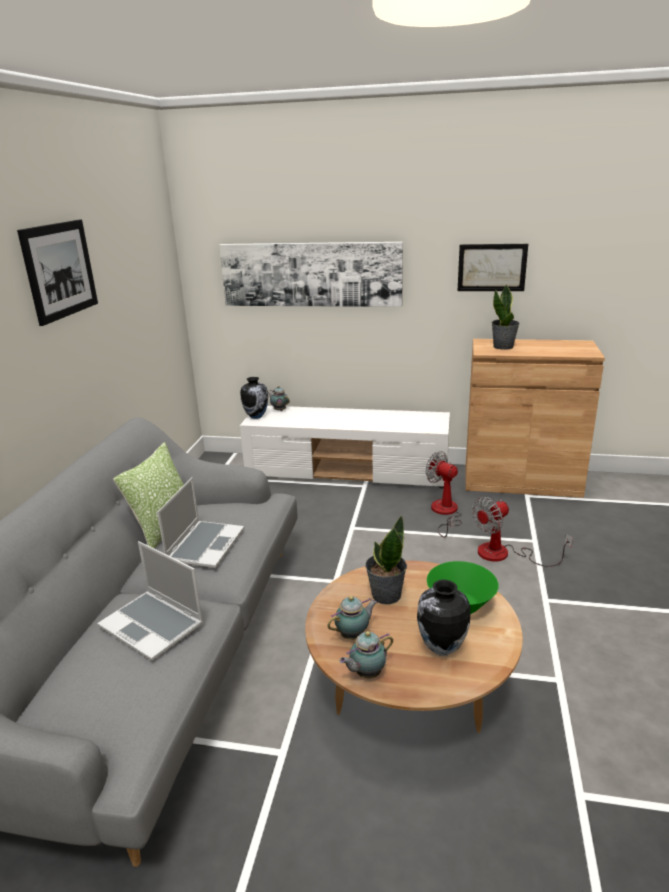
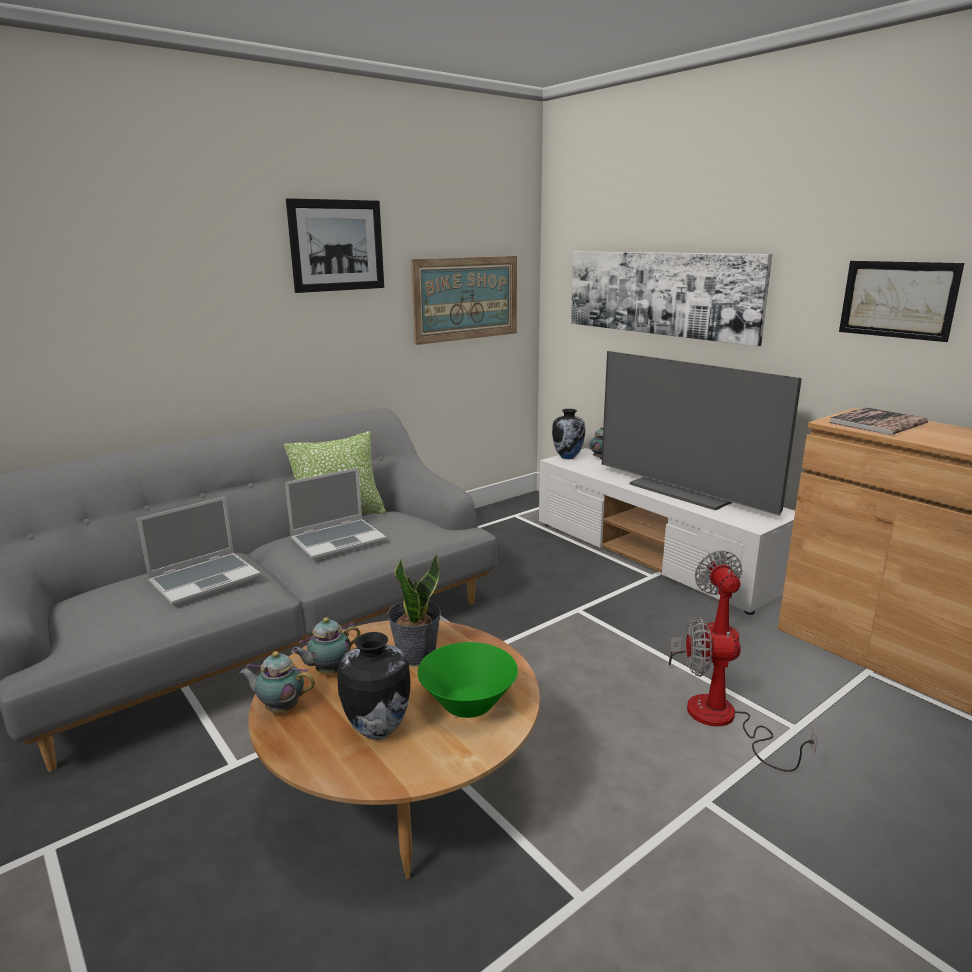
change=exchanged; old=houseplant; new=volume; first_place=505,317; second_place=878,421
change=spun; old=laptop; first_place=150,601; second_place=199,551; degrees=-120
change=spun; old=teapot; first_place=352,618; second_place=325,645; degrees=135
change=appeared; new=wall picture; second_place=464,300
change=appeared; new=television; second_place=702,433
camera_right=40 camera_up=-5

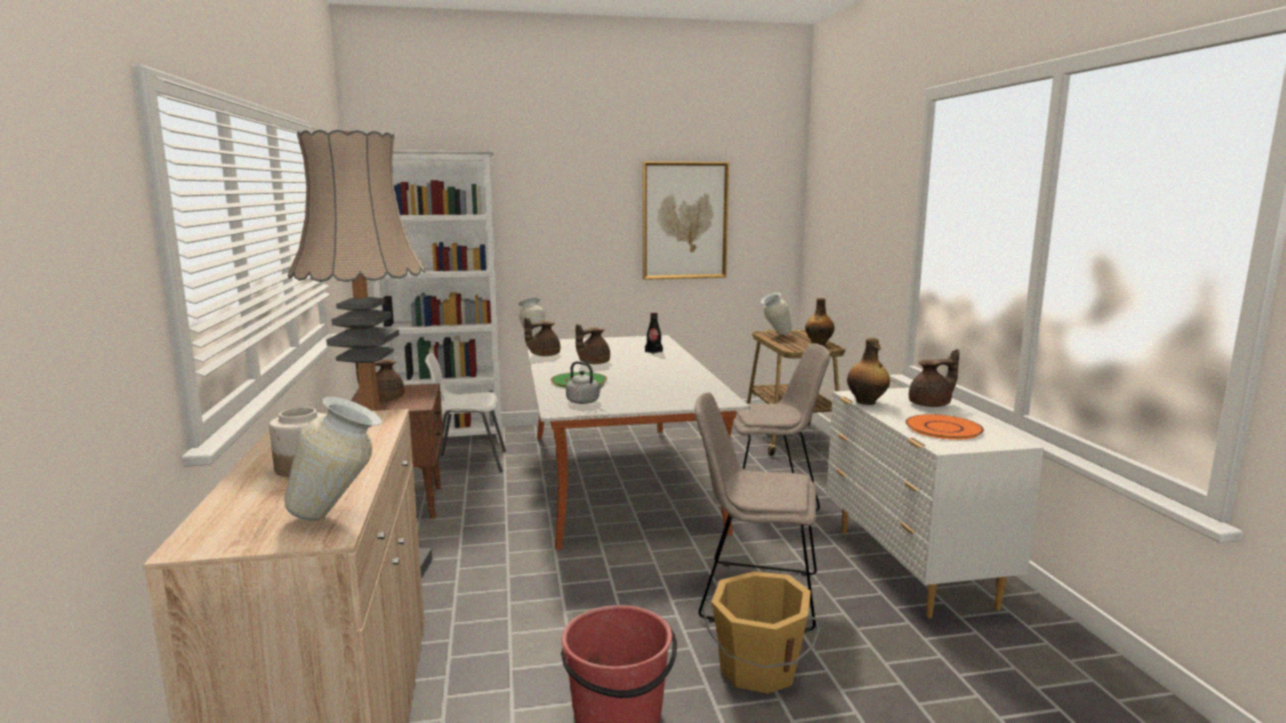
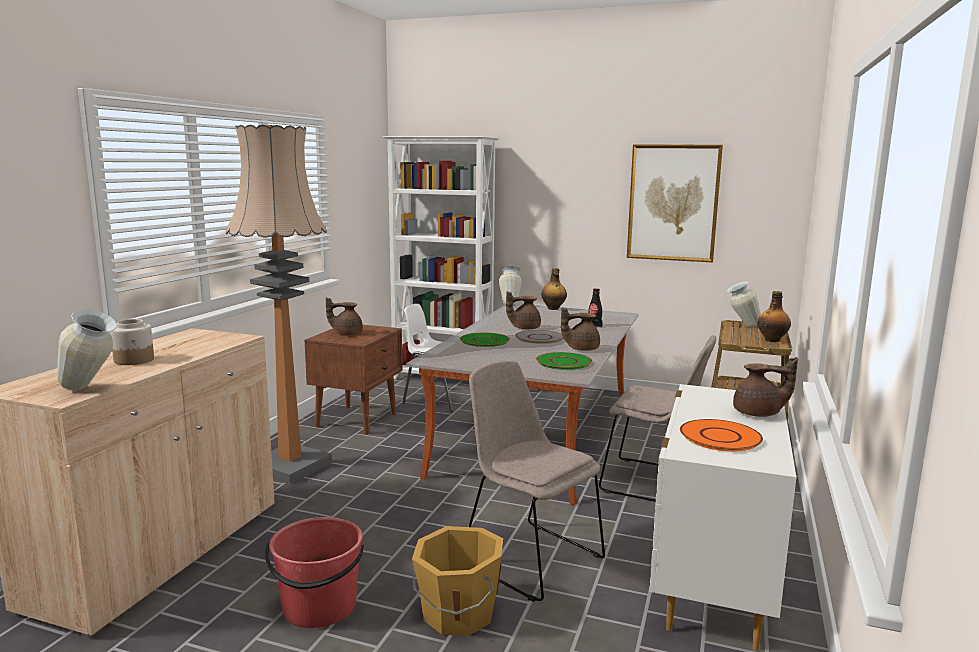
change=relocated; old=brown-coloured teapot; first_place=542,337; second_place=580,329
change=relocated; old=bottle; first_place=868,371; second_place=554,289
change=missing; old=grey water kettle; first_place=585,382
change=appeared; new=grey dinner plate; second_place=539,337
change=appeared; new=greenish dinner plate; second_place=564,361
camera_right=30 camera_up=0

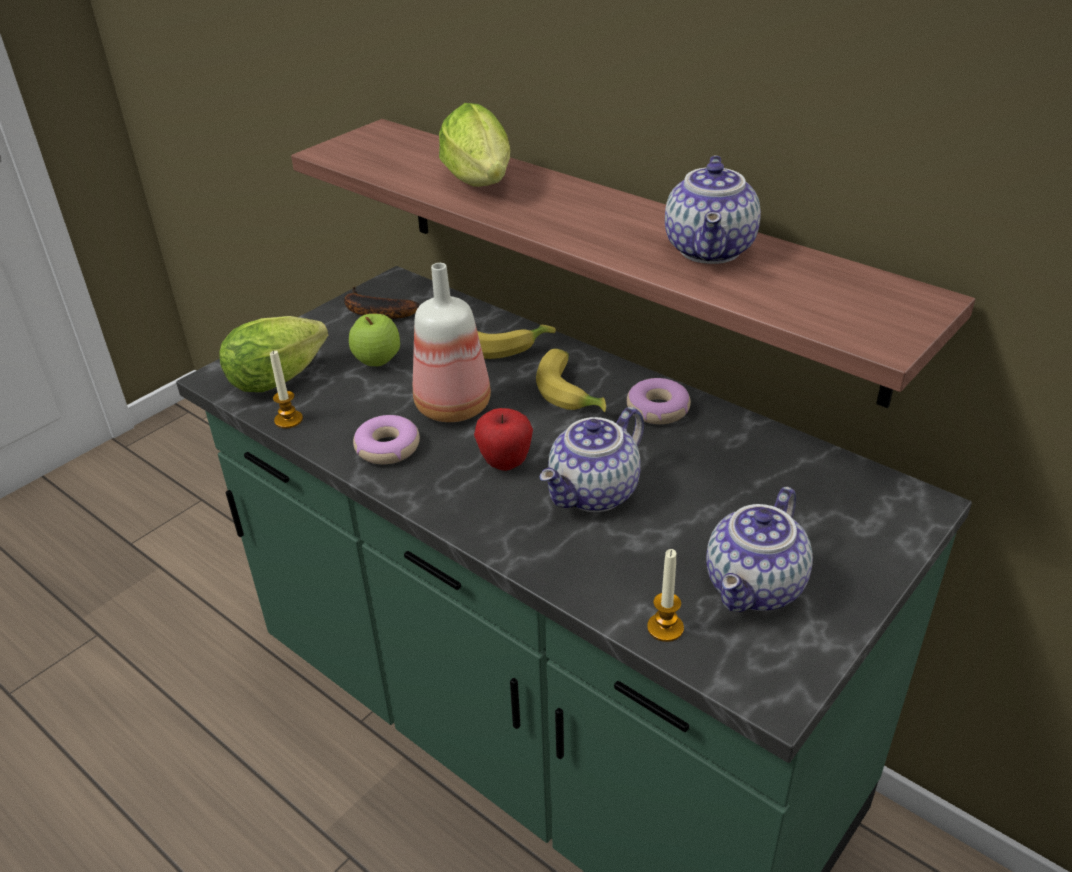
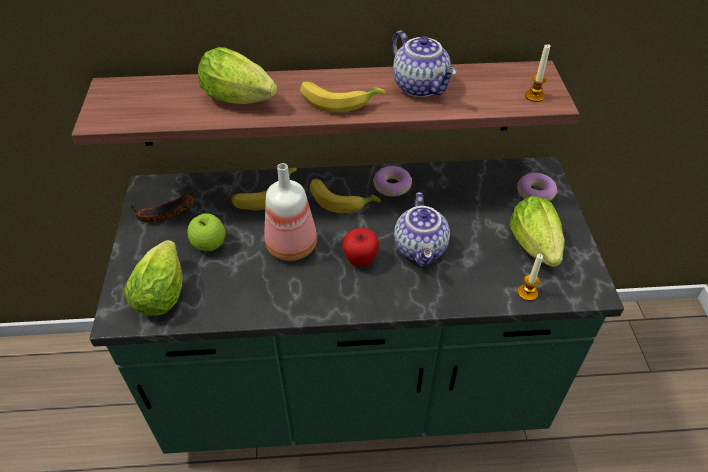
change=relocated; old=candle; first_place=286,389; second_place=537,73
change=relocated; old=ring doughnut; first_place=386,439; second_place=537,187
change=exchanged; old=teapot; new=lettuce; first_place=759,549; second_place=537,231
change=appeared; new=whole banana; second_place=343,97
camera_right=-45 camera_up=10

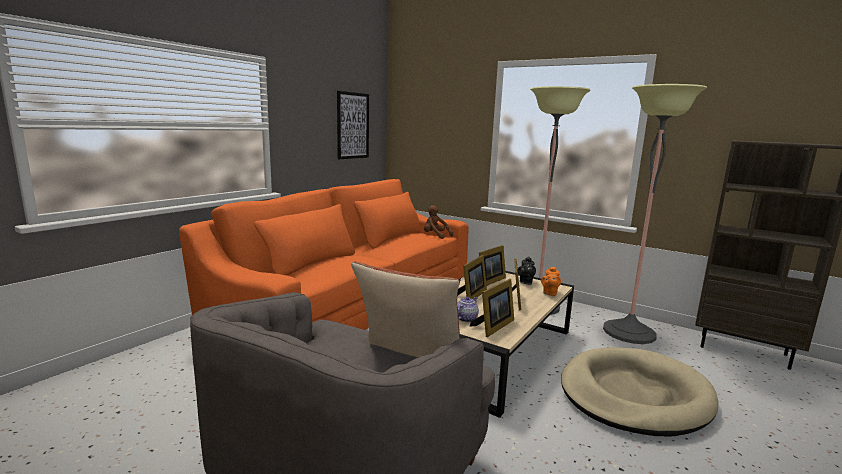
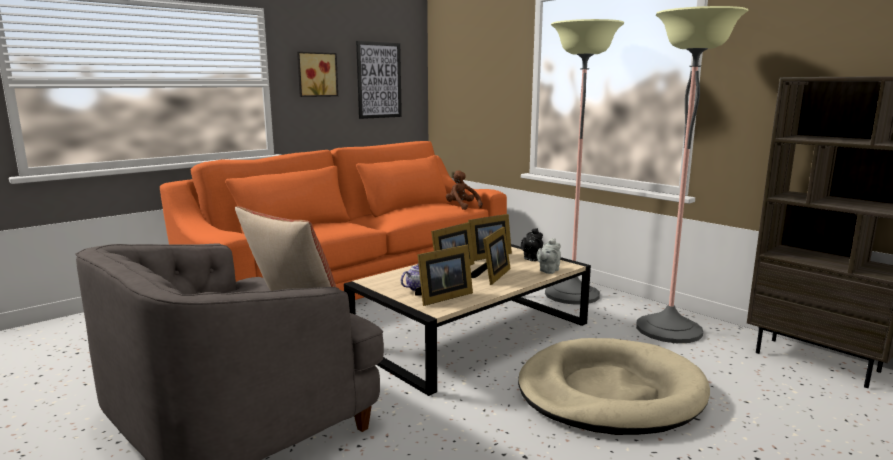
change=colour; old=orange-coloured teapot; new=grey teapot; first_place=551,281; second_place=549,256
change=appeared; new=wall picture; second_place=317,74
camera_right=15 camera_up=0

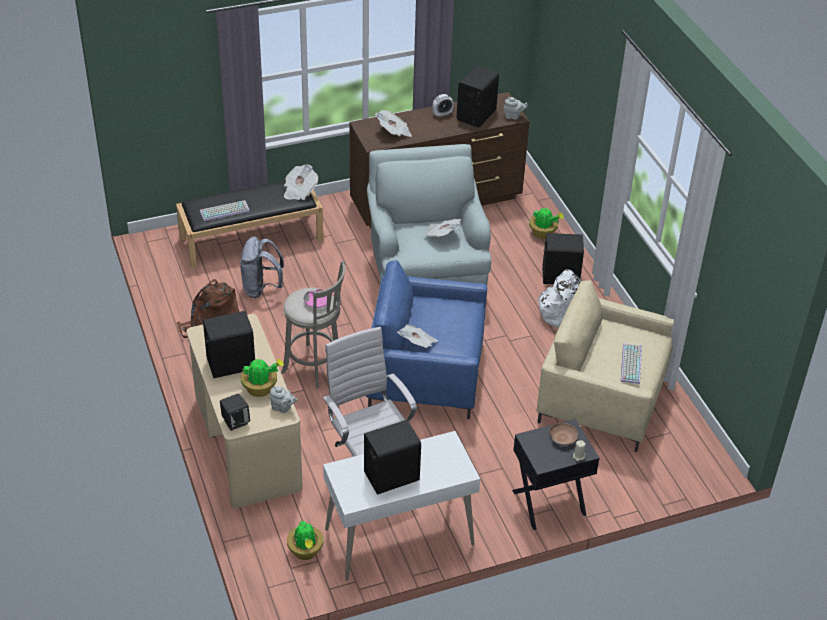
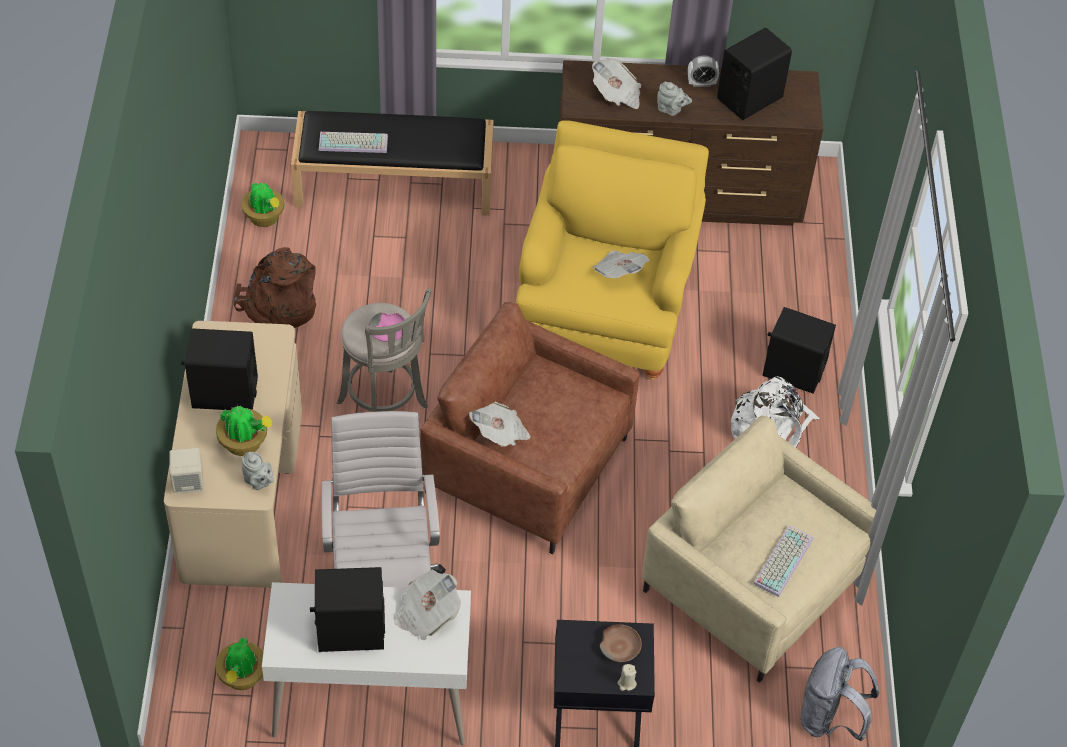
change=relocated; old=grey teapot; first_place=516,108; second_place=674,99
change=colour; old=grey easy chair; new=yellow-coloured easy chair; first_place=429,214; second_place=612,249
change=relocated; old=newspaper; first_place=301,182; second_place=427,605
change=relocated; old=houseplant; first_place=546,223; second_place=262,205
change=relocated; old=grey knapsack; first_place=262,267; second_place=840,694
change=colour; old=bluish easy chair; new=brown-coloured easy chair; first_place=426,339; second_place=530,428
change=colour; old=blackish loudspeaker; new=sand-coloured loudspeaker; first_place=235,412; second_place=186,471
camera_right=20 camera_up=10

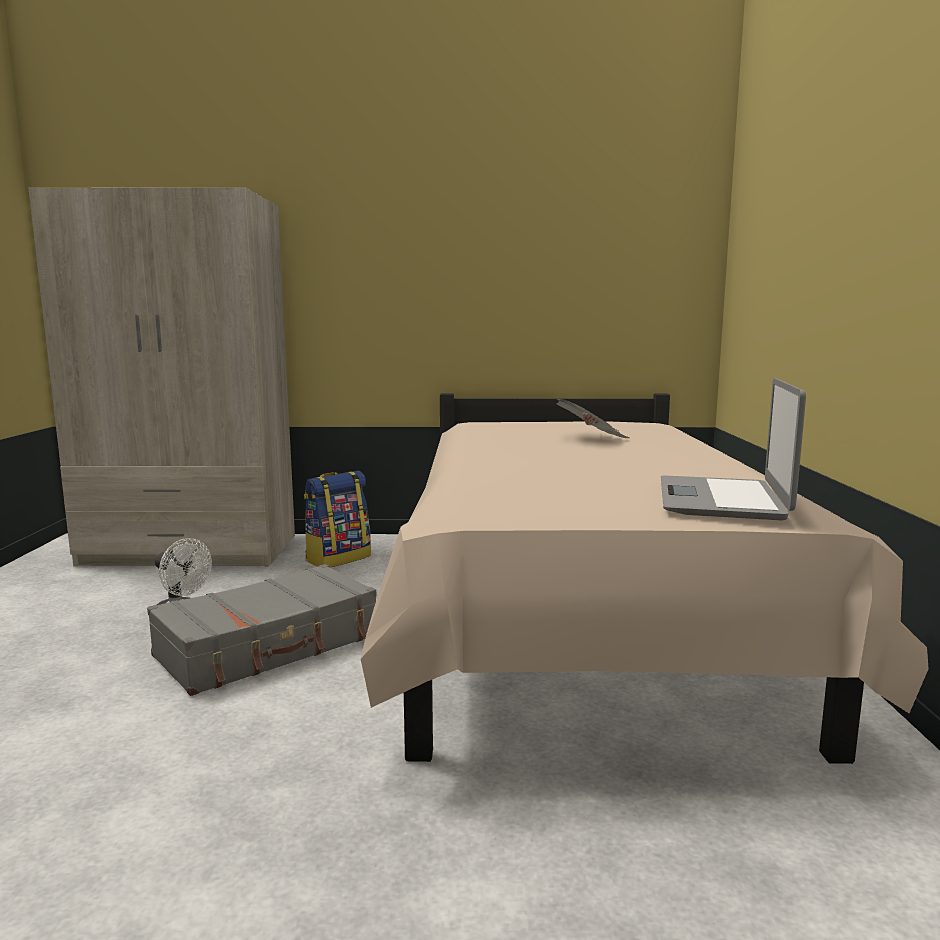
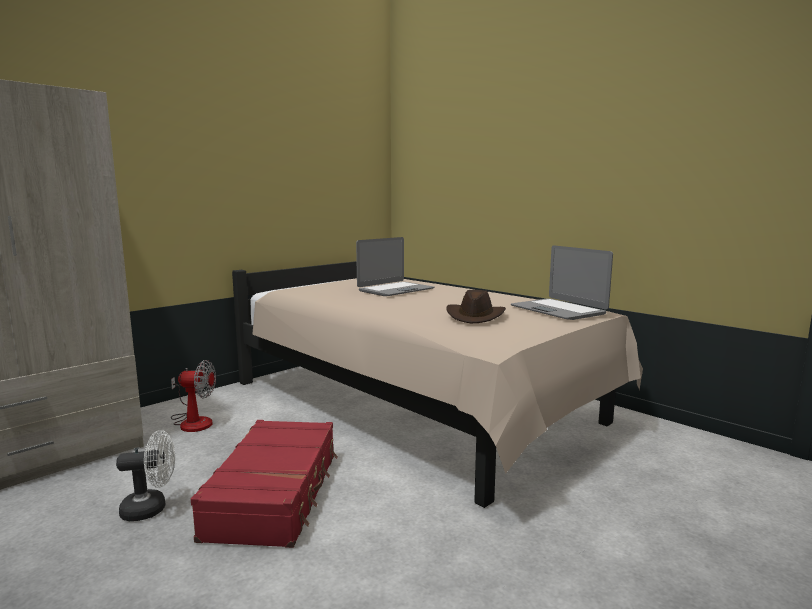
change=exchanged; old=newspaper; new=laptop; first_place=593,418; second_place=395,266
change=exchanged; old=knapsack; new=electric fan; first_place=337,519; second_place=193,396
change=colour; old=grey travel case; new=red-coloured travel case; first_place=261,630; second_place=264,484
change=appeared; new=brown-coloured hat; second_place=476,306
camera_right=-45 camera_up=0

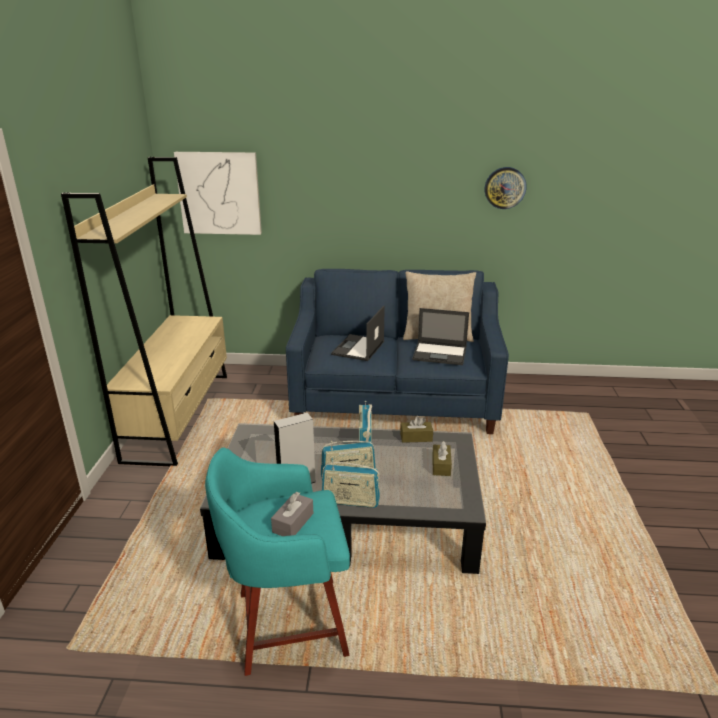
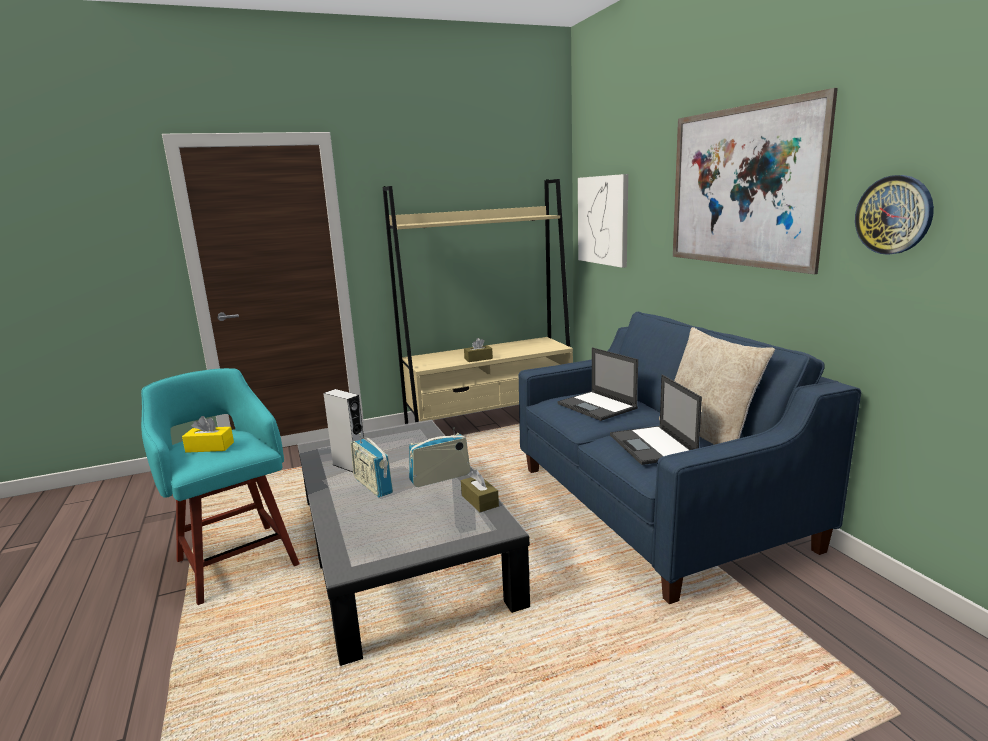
change=spun; old=laptop; first_place=358,333; second_place=597,384; degrees=-120
change=relocated; old=brown-coloured tissue box; first_place=442,458; second_place=478,350
change=missing; old=radio receiver; first_place=351,484
change=colour; old=grey tissue box; new=yellow-coloured tissue box; first_place=292,514; second_place=208,434
change=appeared; new=wall picture; second_place=755,181
camera_right=65 camera_up=-10

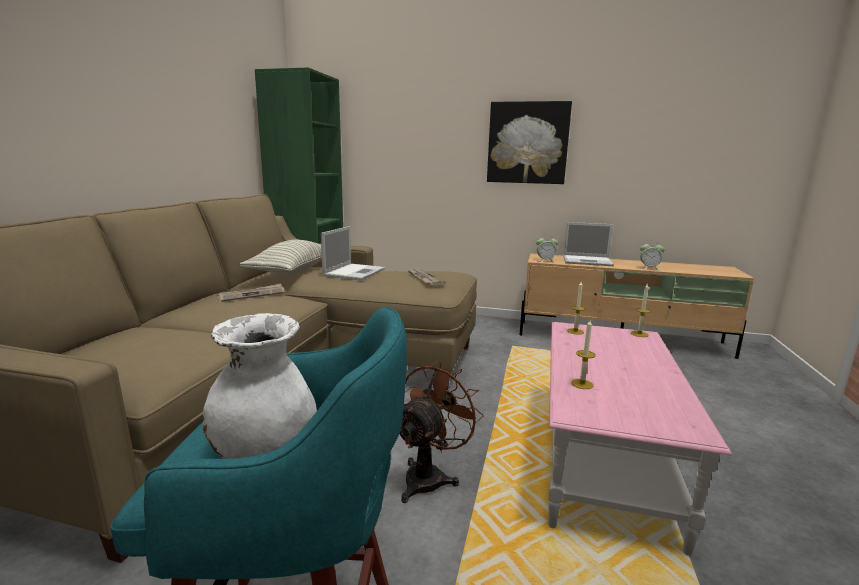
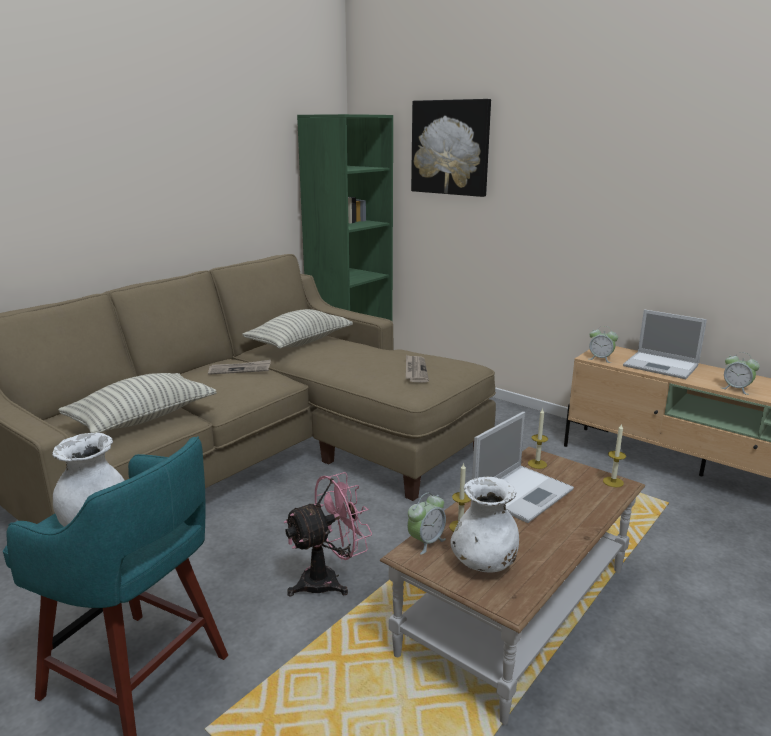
change=relocated; old=wall picture; first_place=529,142; second_place=451,148
change=relocated; old=laptop; first_place=353,253; second_place=523,467
change=colour; old=pink lounge table; new=brown-coloured lounge table; first_place=640,439; second_place=512,586
change=colour; old=brown-coloured electric fan; new=pink electric fan; first_place=442,432; second_place=327,534
change=appeared; new=cushion; second_place=137,403
change=appeared; new=whitish vase; second_place=484,525
change=appeared; new=alarm clock; second_place=426,524
camera_right=25 camera_up=5

